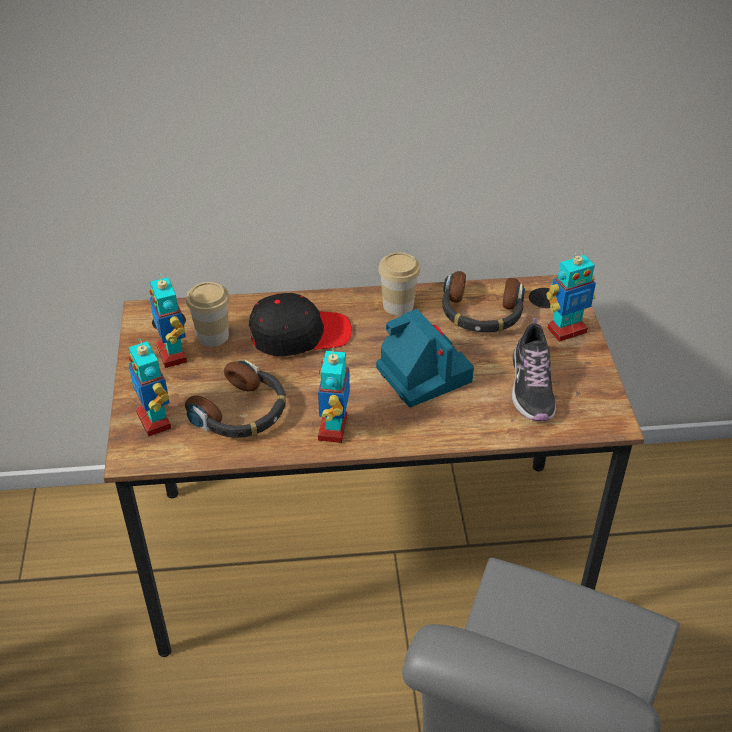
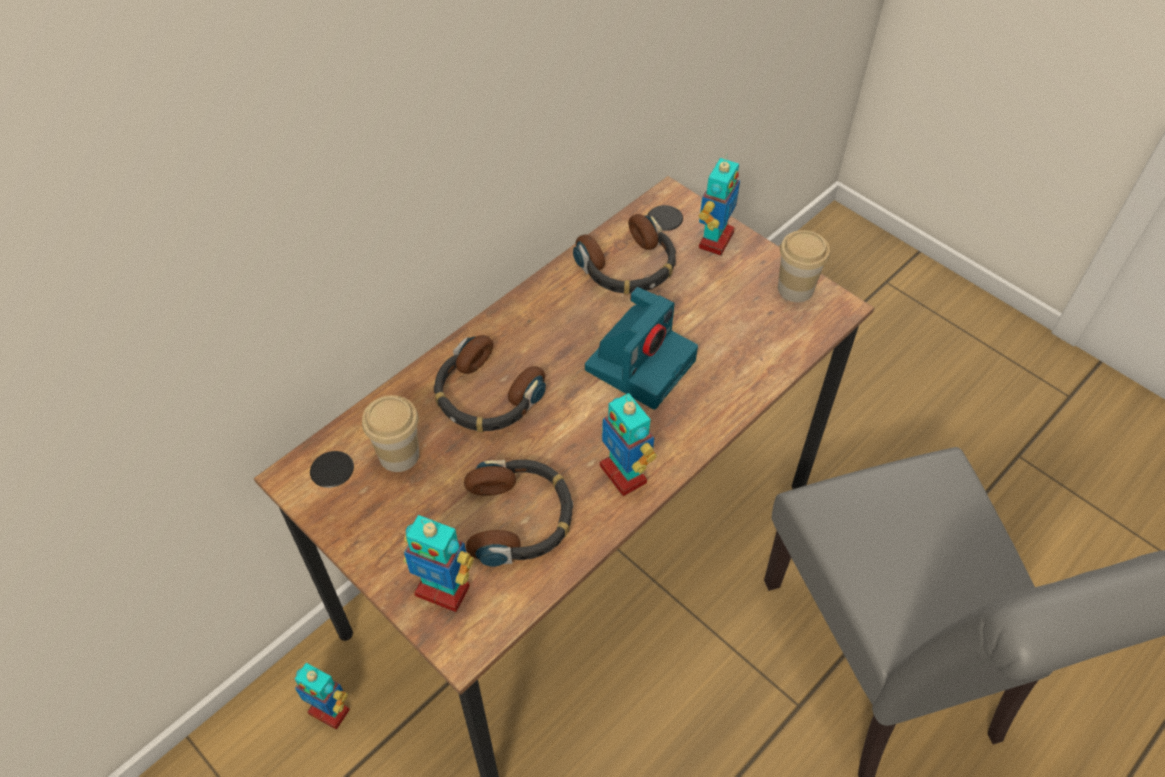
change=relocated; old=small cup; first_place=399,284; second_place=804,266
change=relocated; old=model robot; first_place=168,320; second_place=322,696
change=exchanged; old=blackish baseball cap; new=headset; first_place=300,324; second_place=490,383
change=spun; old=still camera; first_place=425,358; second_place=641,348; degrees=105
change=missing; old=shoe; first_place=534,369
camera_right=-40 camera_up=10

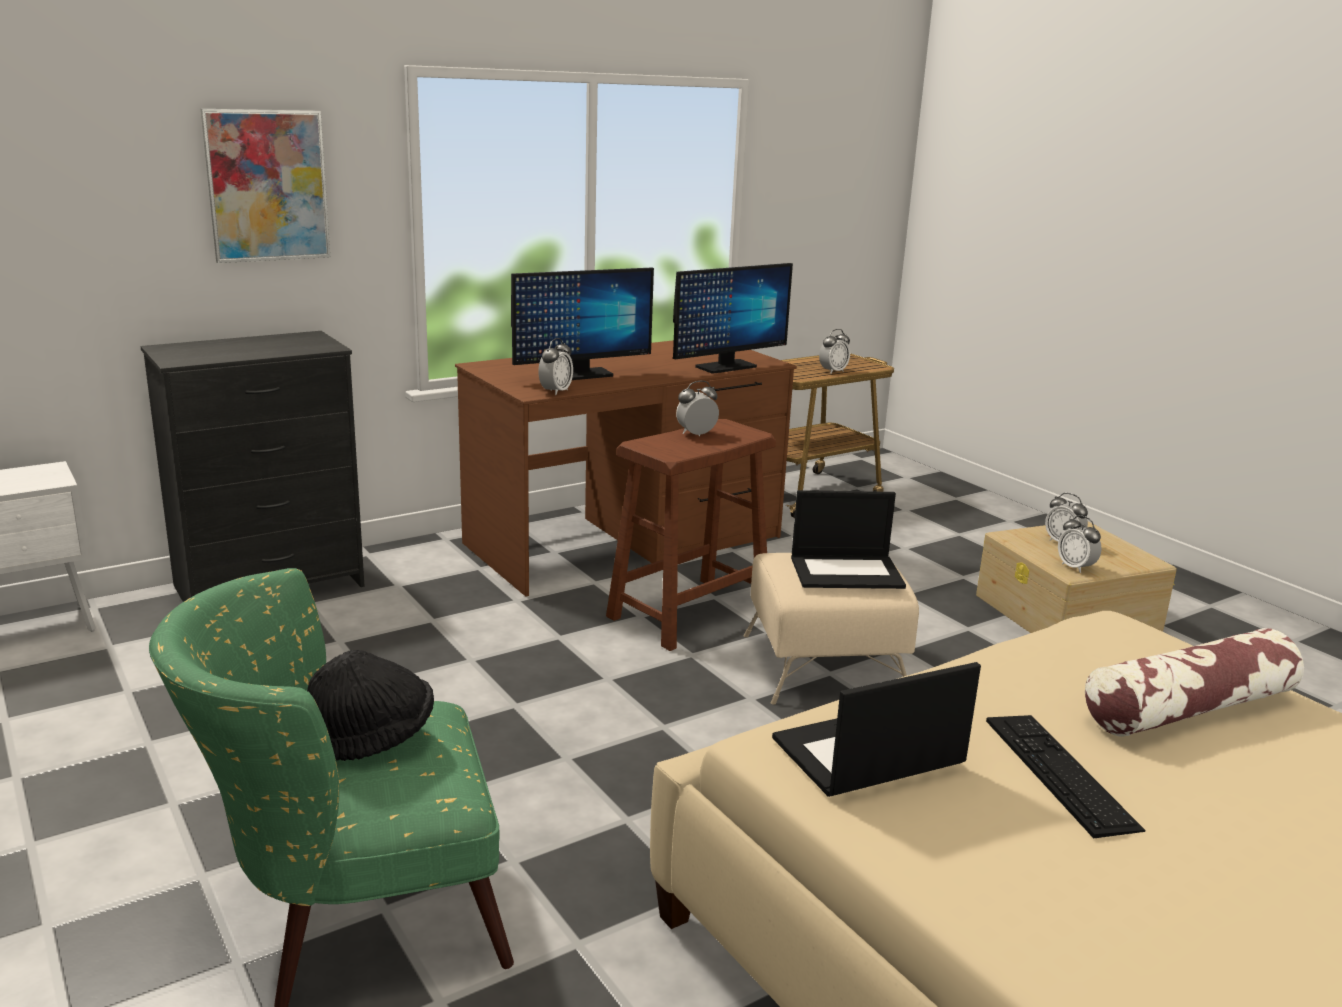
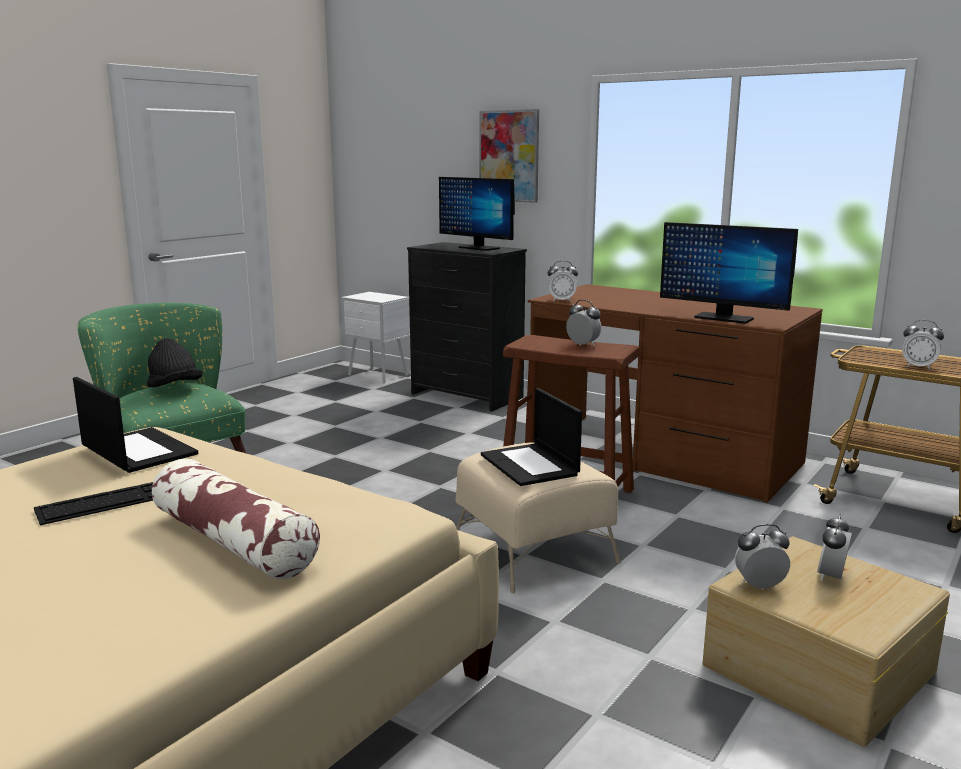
change=relocated; old=computer display; first_place=582,324; second_place=477,214
change=spun; old=alarm clock; first_place=1080,544; second_place=762,557; degrees=45
camera_right=70 camera_up=-5

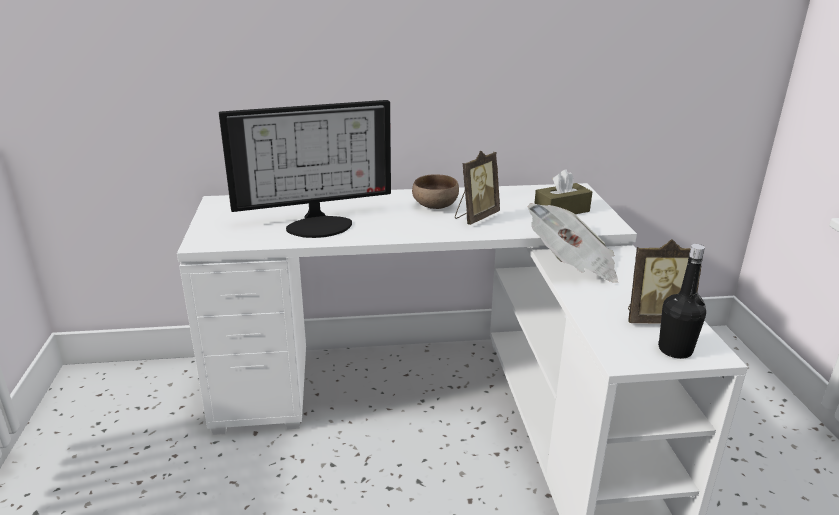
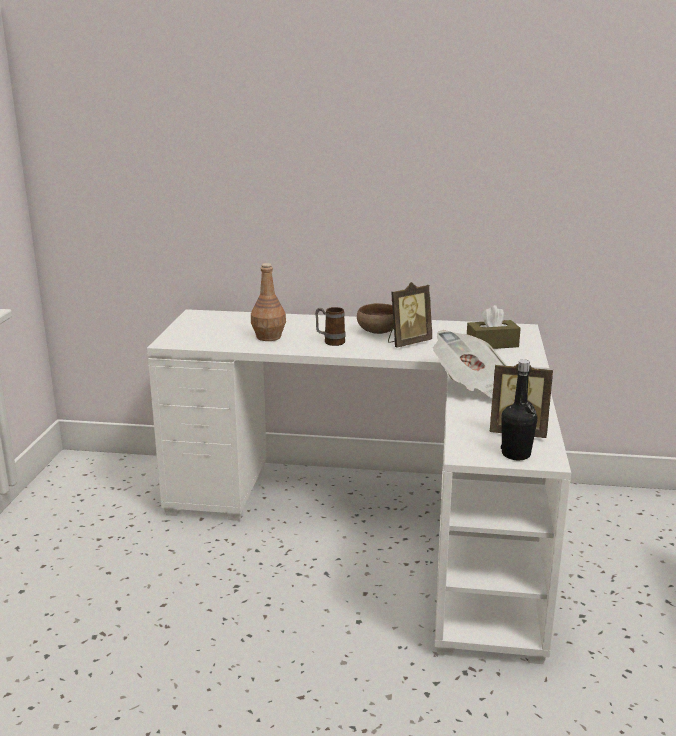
change=exchanged; old=computer display; new=brown-coloured bottle; first_place=305,169; second_place=268,302
change=appeared; new=tea mug; second_place=330,326
camera_right=15 camera_up=-5

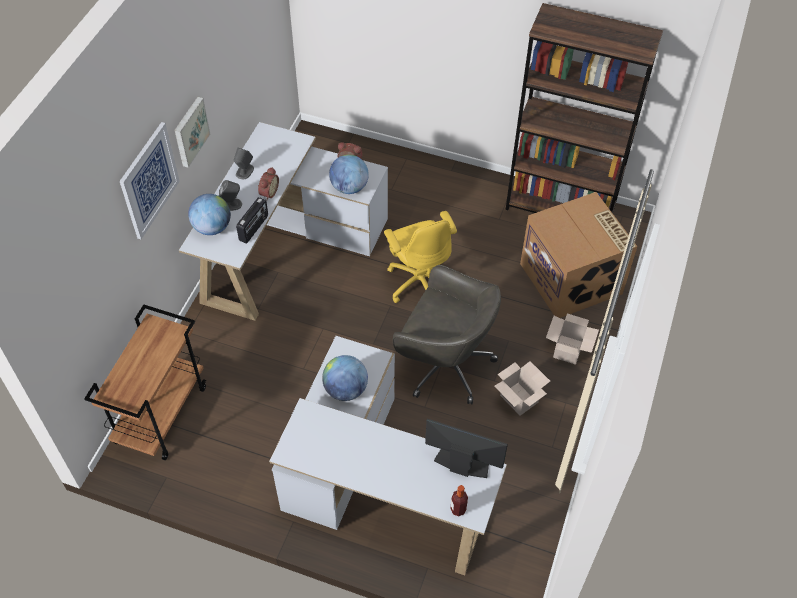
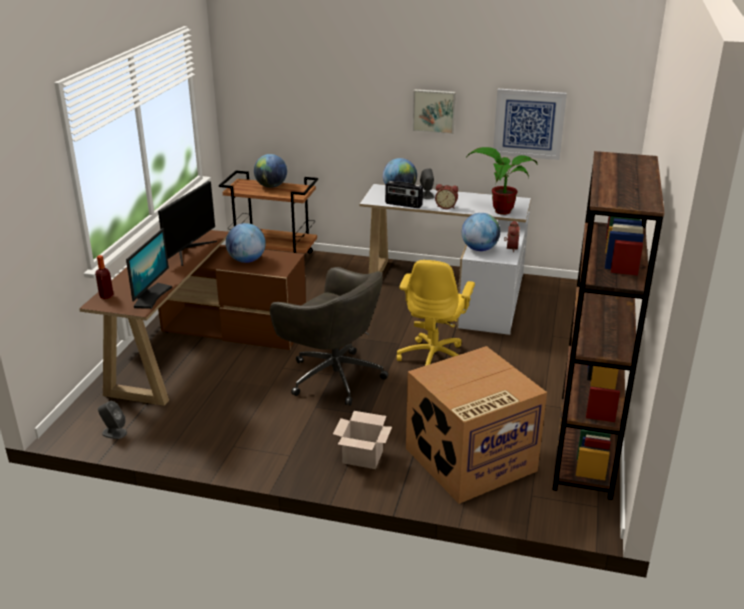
change=relocated; old=wall picture; first_place=150,180; second_place=530,124
change=relocated; old=grey loudspeaker; first_place=244,163; second_place=112,420
change=spun; old=yellow-coloured computer chair; first_place=420,257; second_place=436,313; degrees=-45
change=spun; old=grey computer chair; first_place=447,334; second_place=329,336; degrees=-75
change=colour; old=whitish desk unit; new=brown-coloured desk unit; first_place=388,456; second_place=192,318
change=missing; old=cardboard box; first_place=522,388
change=appeared; new=houseplant; second_place=502,181
change=appeared; new=world globe; second_place=270,171
change=appeared; new=computer display; second_place=187,223
camera_right=85 camera_up=-25

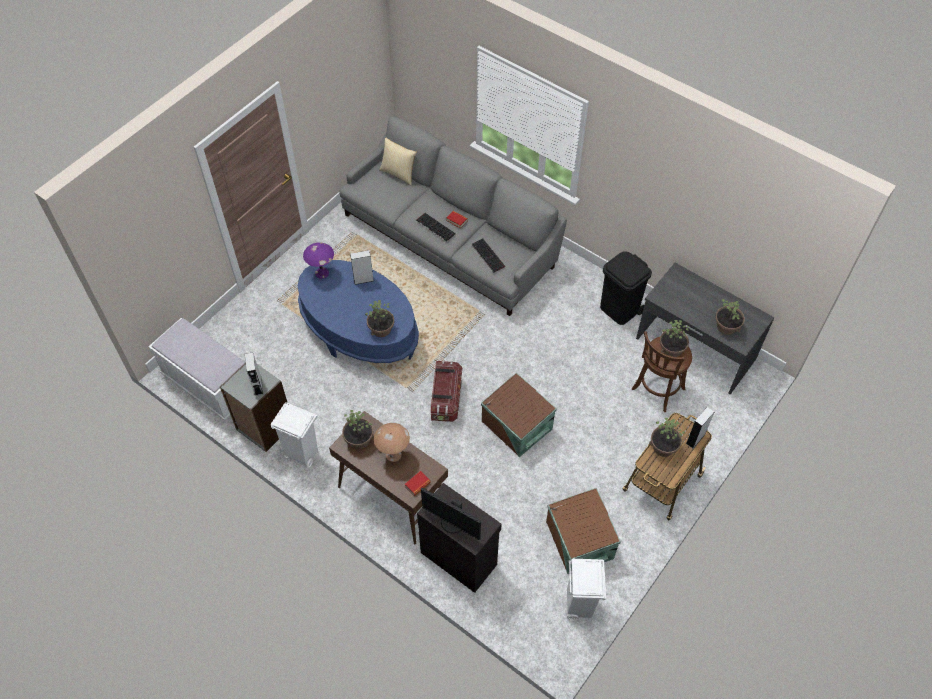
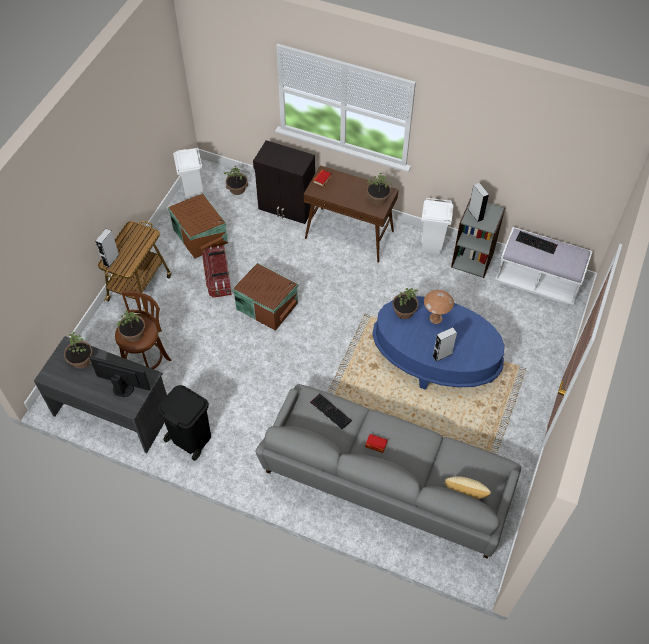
change=relocated; old=keyboard; first_place=436,227; second_place=537,242
change=missing; old=purple lamp for a table; first_place=318,260
change=relocated; old=storage box; first_place=446,391; second_place=217,272
change=relocated; old=houseplant; first_place=667,437; second_place=236,180
change=relocated; old=brown-coloured lamp for a table; first_place=392,442; second_place=439,307
change=relocated; old=computer display; first_place=451,514; second_place=120,376
camera_right=165 camera_up=0

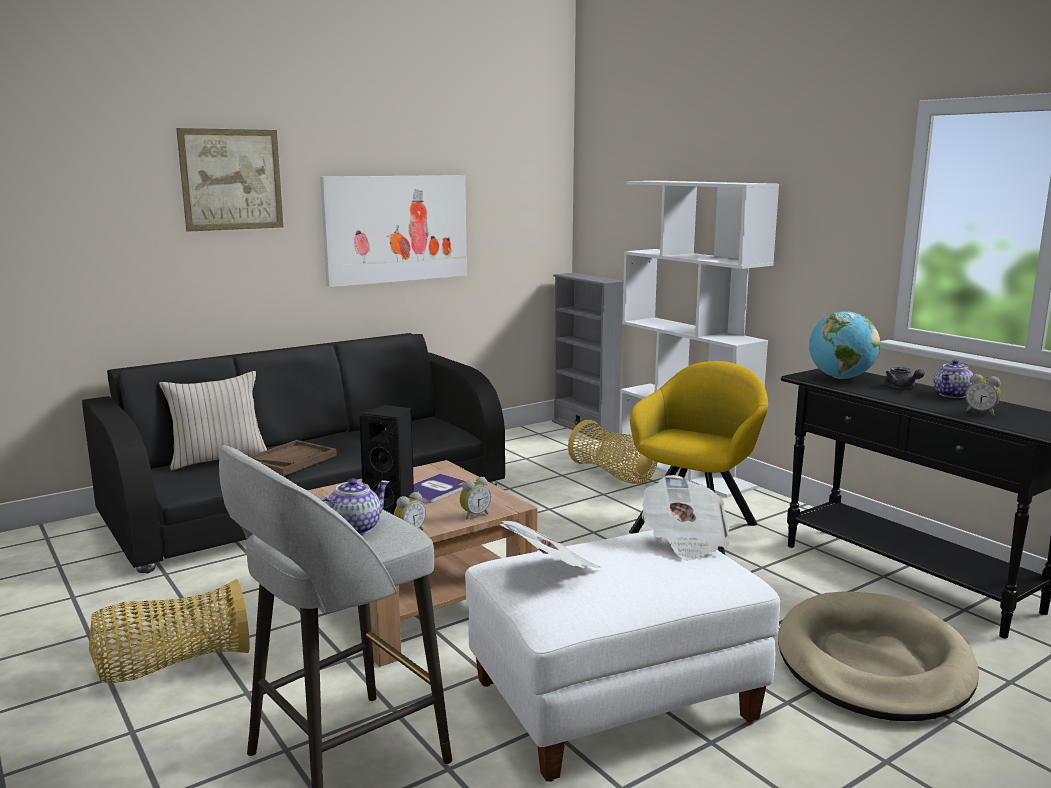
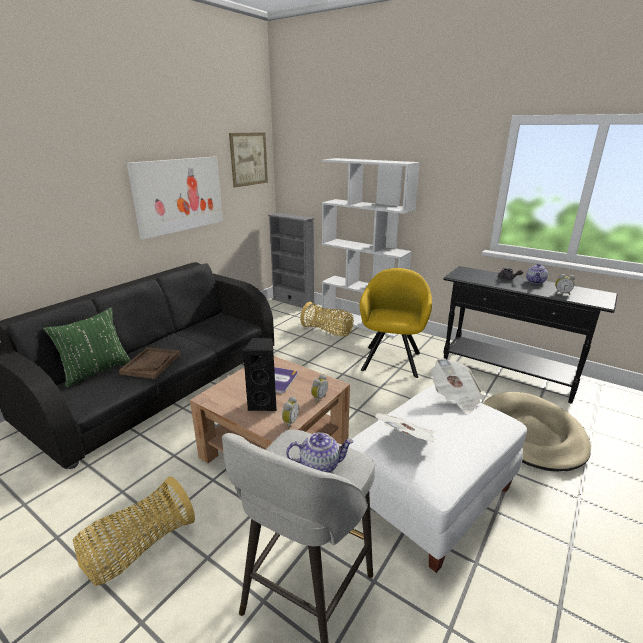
change=relocated; old=wall picture; first_place=229,180; second_place=248,159
change=missing; old=world globe; first_place=844,345
change=colour; old=sand-coloured cushion; new=greenish cushion; first_place=213,420; second_place=87,347
change=spun; old=teapot; first_place=355,506; second_place=320,452; degrees=60
camera_right=-20 camera_up=10

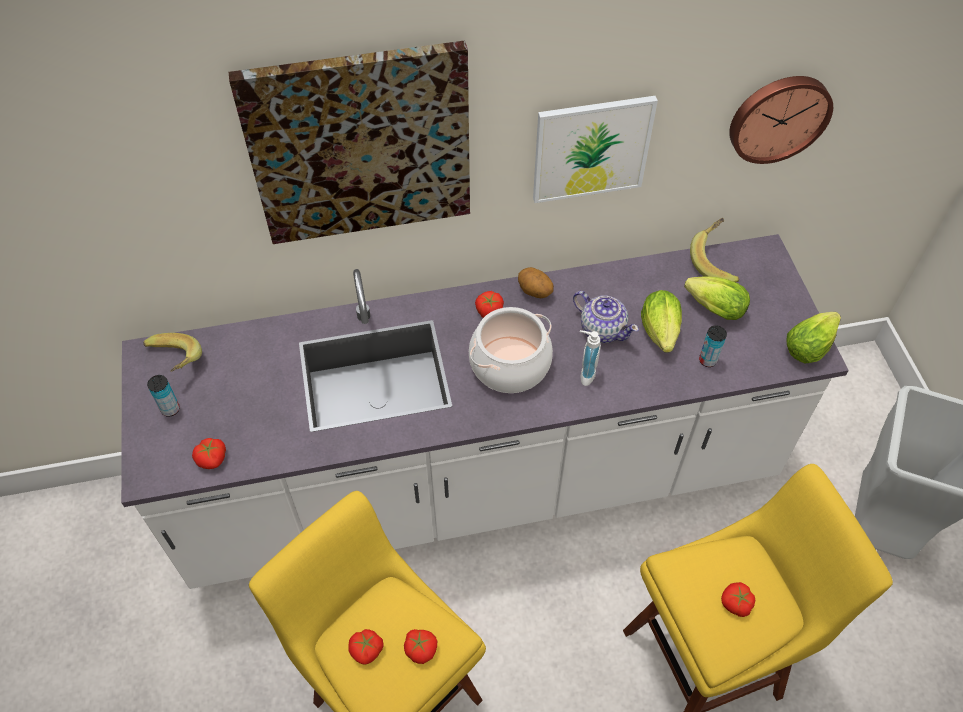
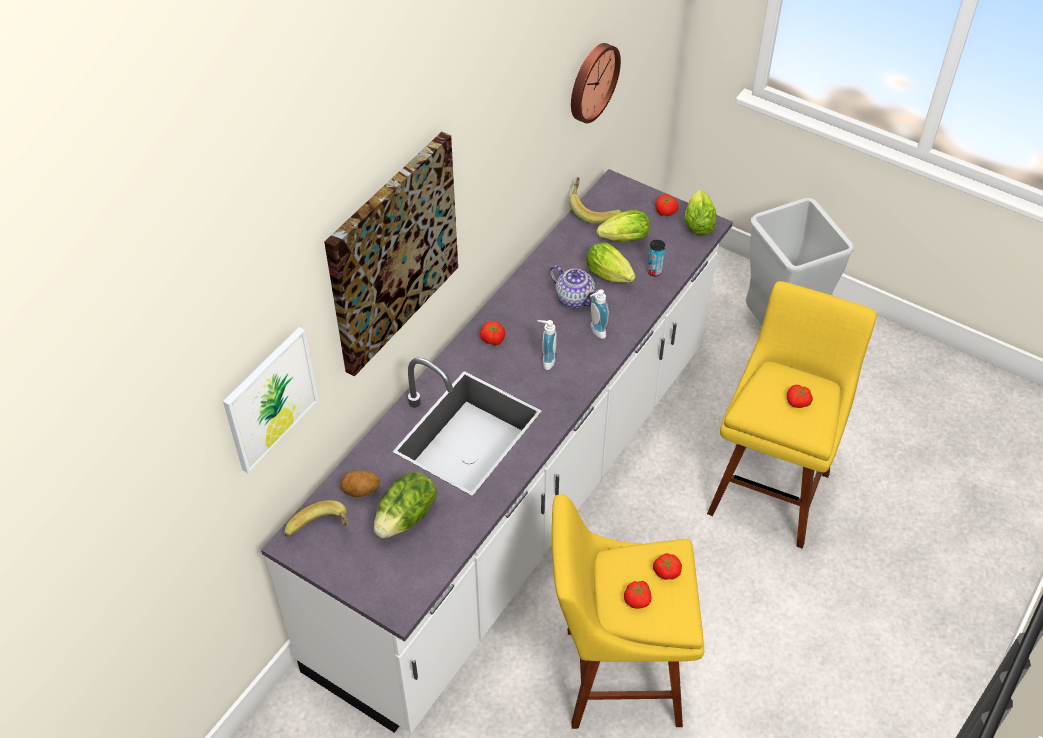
change=relocated; old=wall picture; first_place=595,149; second_place=271,400
change=relocated; old=whole potato; first_place=536,282; second_place=360,484
change=spun; old=teapot; first_place=606,317; second_place=573,286; degrees=45
change=exchanged; old=saucepot; new=soap dispenser; first_place=511,350; second_place=547,345
change=missing; old=can; first_place=163,396
change=relocated; old=fresh tomato; first_place=209,453; second_place=667,205
change=appeared; new=lettuce; second_place=405,505
camera_right=-45 camera_up=-5

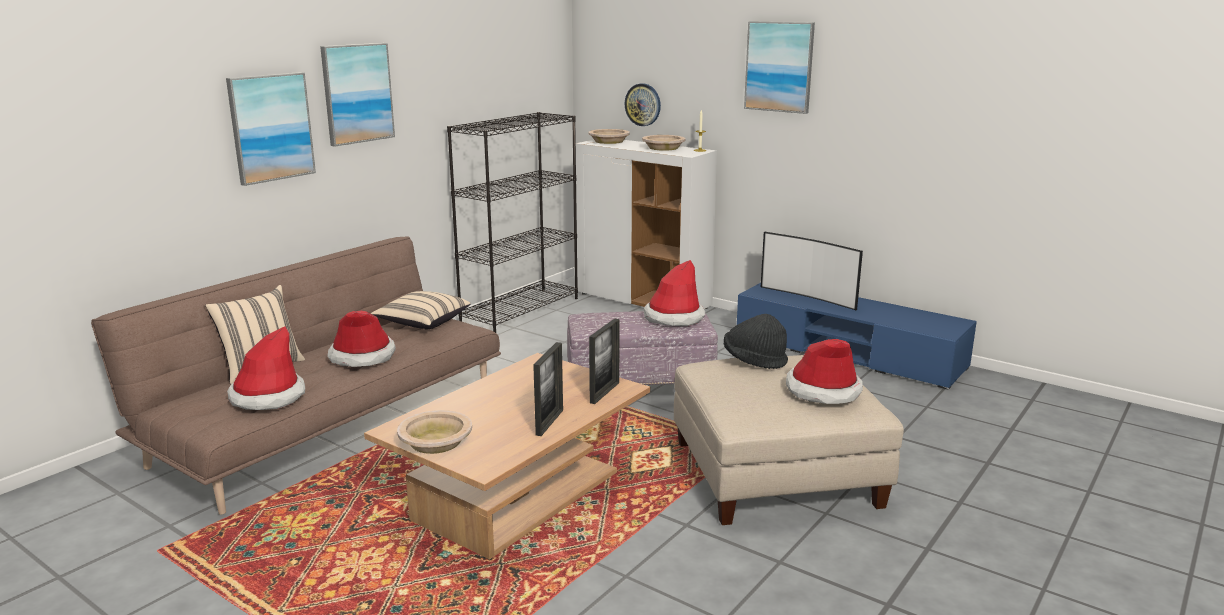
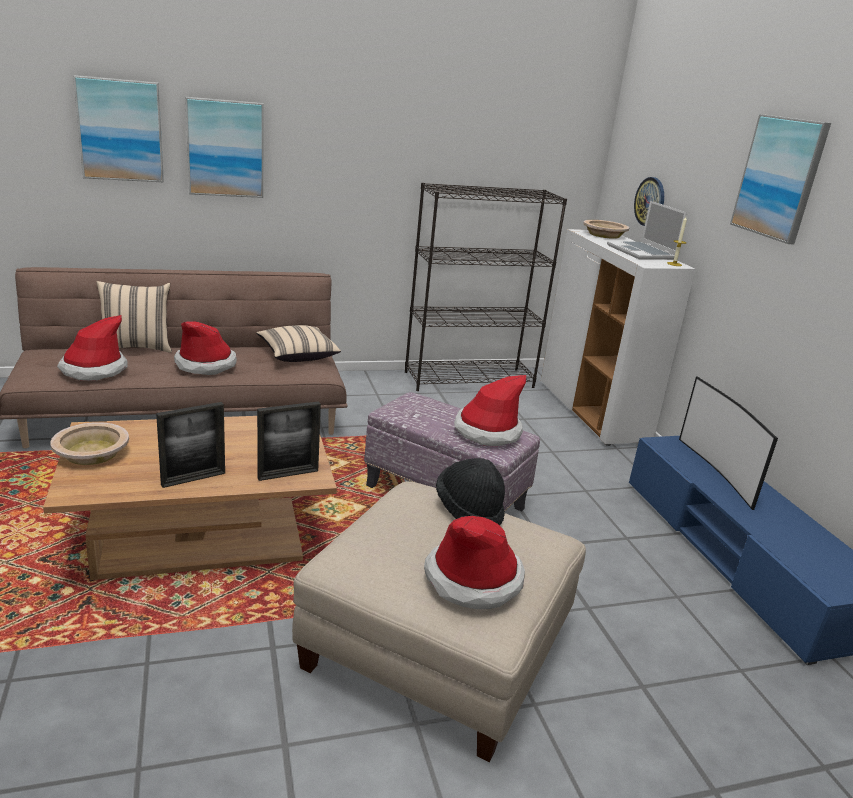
change=relocated; old=wall picture; first_place=357,95; second_place=118,128
change=exchanged; old=sand-coloured bowl; new=laptop; first_place=663,143; second_place=647,230
camera_right=35 camera_up=5

